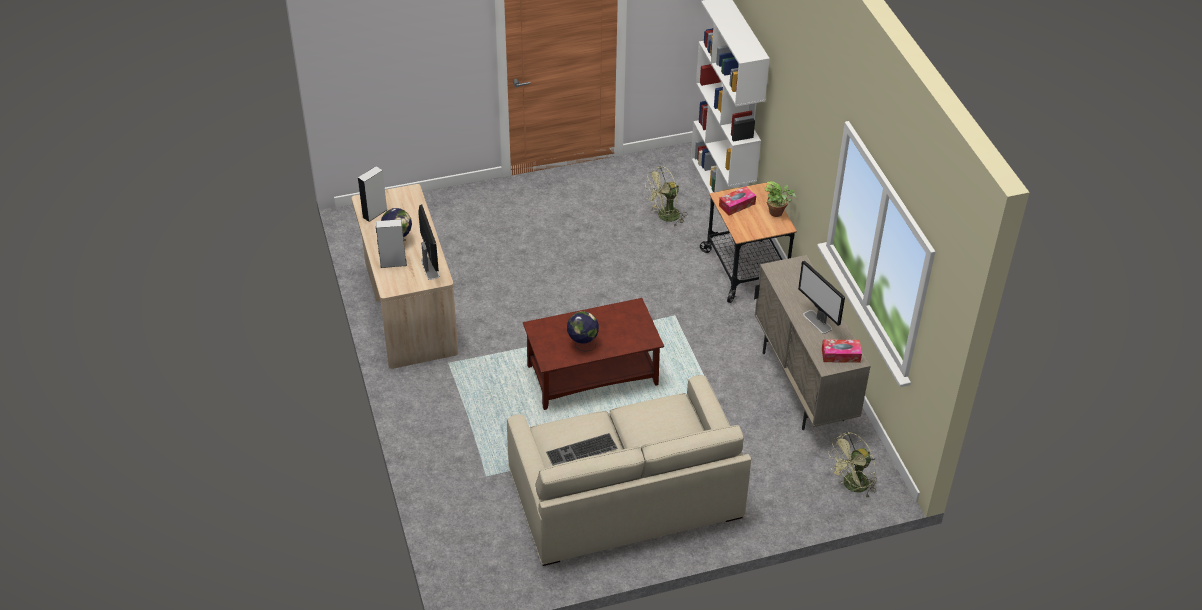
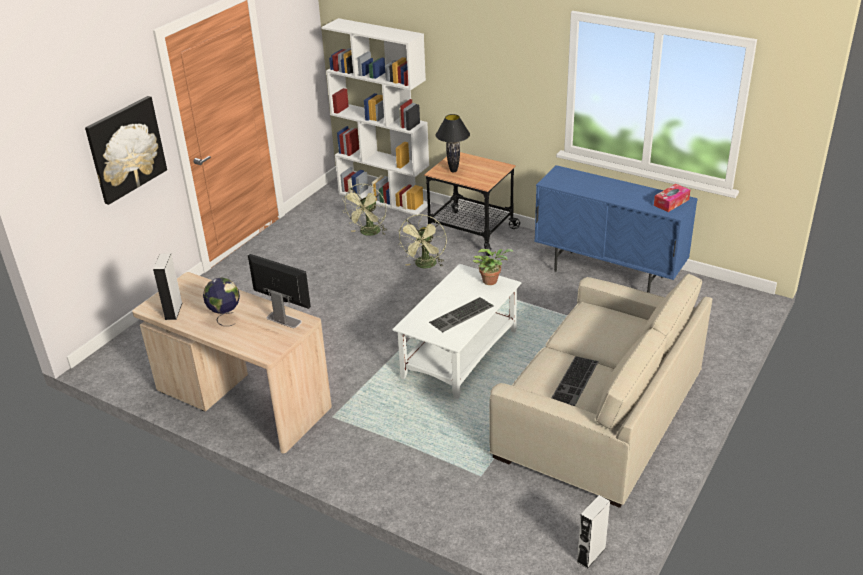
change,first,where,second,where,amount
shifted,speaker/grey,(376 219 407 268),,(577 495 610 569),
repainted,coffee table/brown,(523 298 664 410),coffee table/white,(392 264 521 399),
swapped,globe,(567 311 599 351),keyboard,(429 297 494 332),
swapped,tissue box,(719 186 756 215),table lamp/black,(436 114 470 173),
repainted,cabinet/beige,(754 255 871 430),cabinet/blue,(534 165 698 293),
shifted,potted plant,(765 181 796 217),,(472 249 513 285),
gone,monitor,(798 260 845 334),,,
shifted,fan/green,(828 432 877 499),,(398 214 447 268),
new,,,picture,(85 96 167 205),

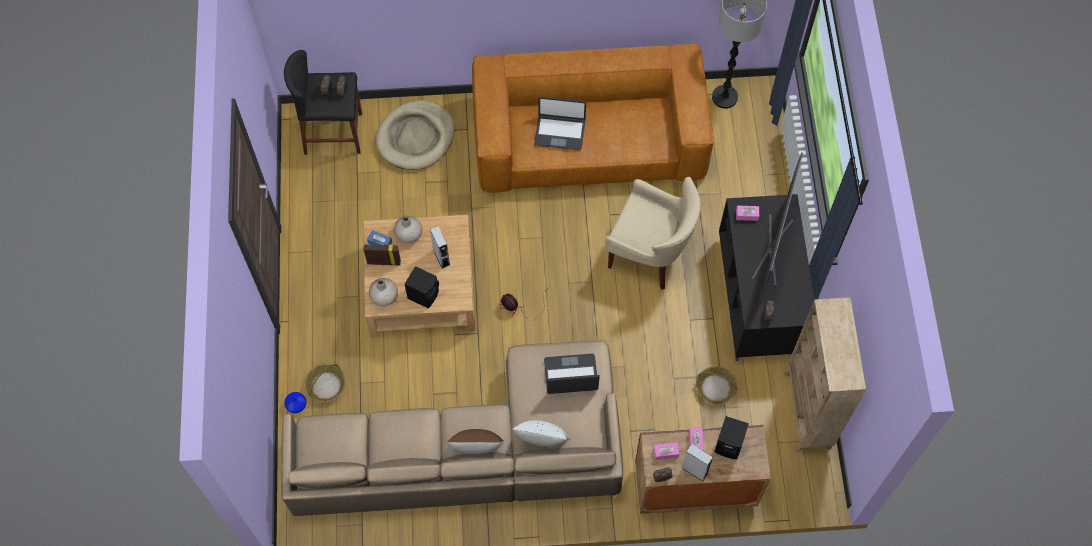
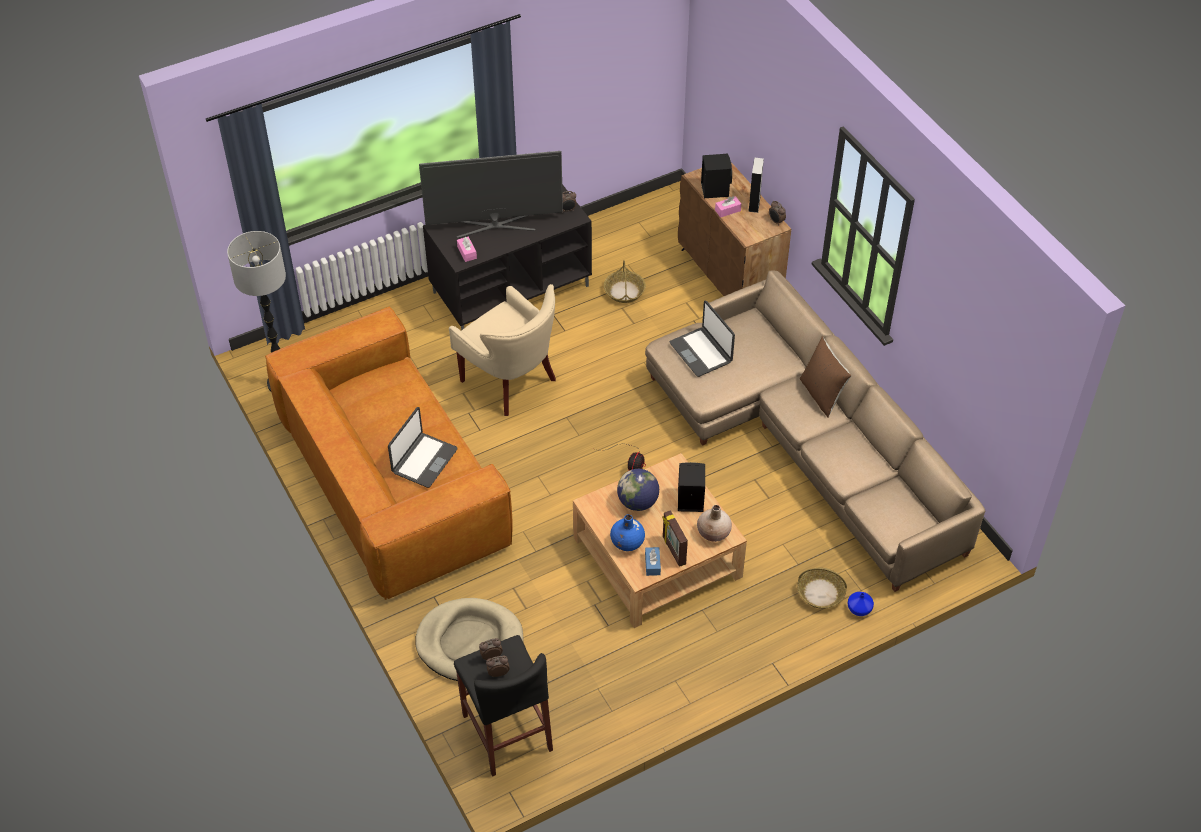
change,first,where,second,where,amount
repainted,vase/beige,(394 216 422 243),vase/blue,(610 514 645 551),
swapped,speaker/grey,(430 226 450 269),globe,(617 469 659 511),
gone,pillow/white,(512 420 570 447),,,
rotated,laptop,(535 97 586 150),,(388 407 457 488),45 degrees clockwise
rotated,armchair/beige,(605 177 701 290),,(449 284 556 416),135 degrees clockwise
gone,tissue box/pink,(653 442 679 460),,,
gone,bookcase/beige,(784 297 866 452),,,

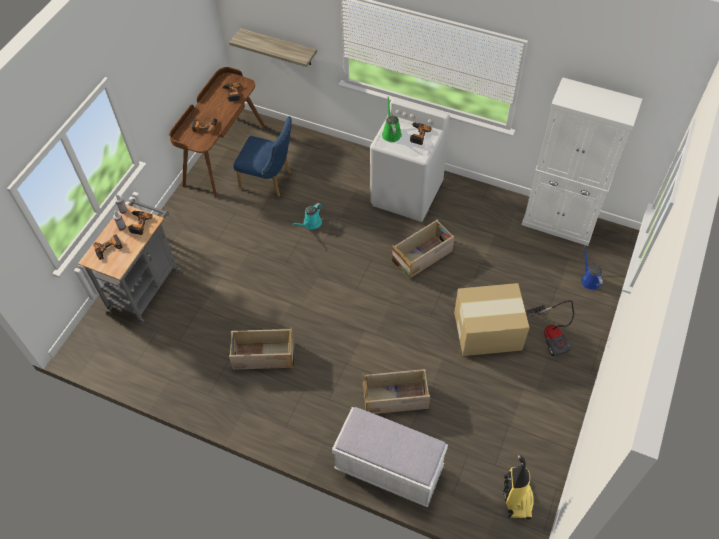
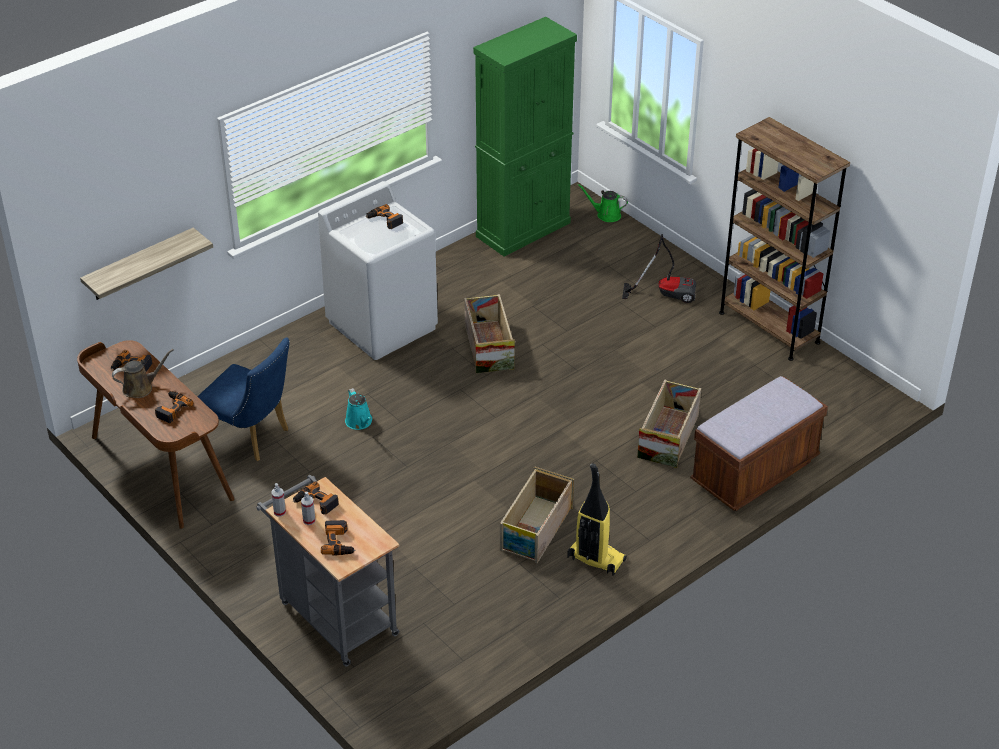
change,first,where,second,where,amount
rotated,chair/blue,(233 116 292 197),,(198 338 290 461),75 degrees clockwise
repainted,bench/white,(332 407 448 508),bench/brown,(690 376 828 511),
shifted,watering can/green,(382 97 402 142),,(578 184 628 222),
gone,cardboard box,(454 283 529 356),,,
shifted,vacuum cleaner,(503 455 534 519),,(567 463 627 576),
repainted,cabinet/white,(522 77 642 246),cabinet/green,(473 17 577 257),
gone,watering can/blue,(581 246 603 290),,,
new,,,watering can/brown,(112 349 174 398),
new,,,bookcase/brown,(719 117 850 361),

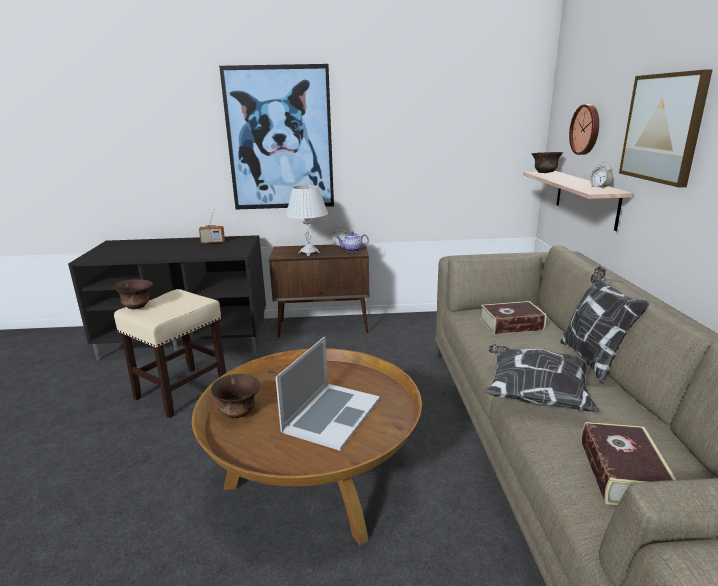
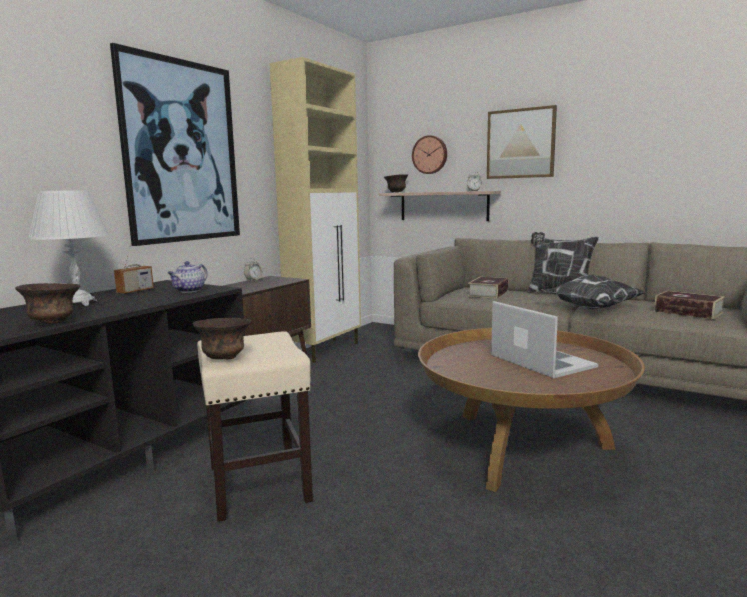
change,first,where,second,where,amount
shifted,bowl/brown,(211 374 260 418),,(15 283 80 324),
shifted,table lamp/white,(286 185 328 256),,(28 190 110 306),
shifted,teapot,(336 231 369 252),,(167 261 208 292),
new,,,cabinet/beige,(270 57 361 363),

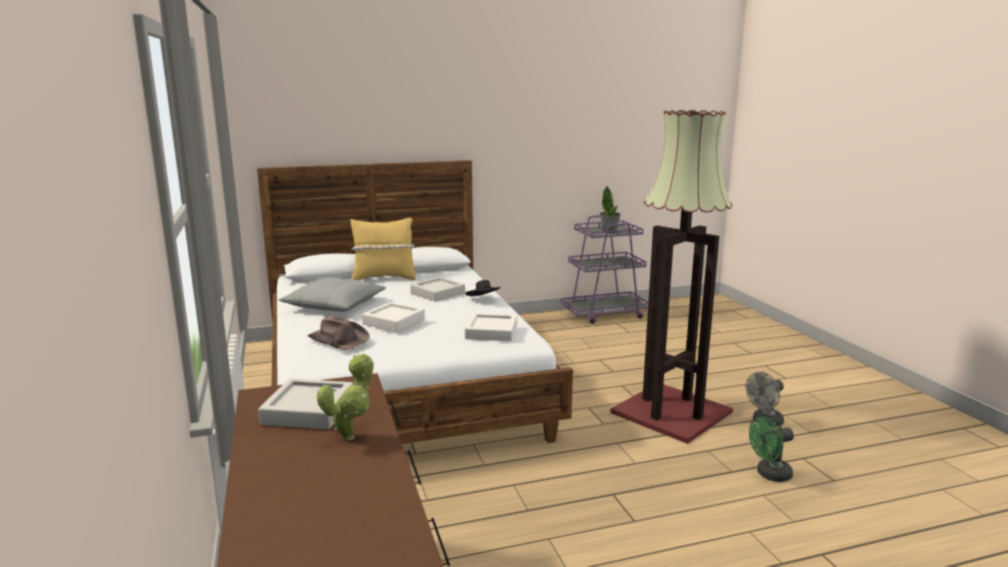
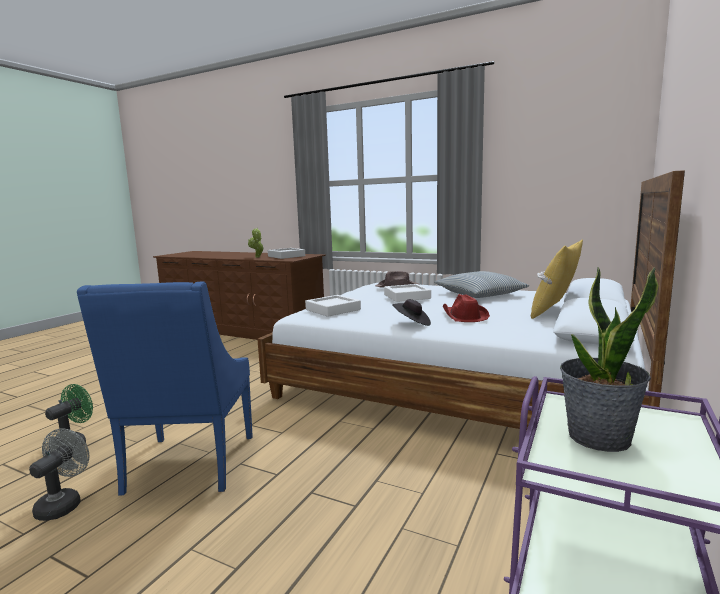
change,first,where,second,where,amount
swapped,tray/grey,(410 277 465 302),hat/red,(443 294 490 322),
swapped,floor lamp,(610 110 733 444),armchair/blue,(77 282 253 496),

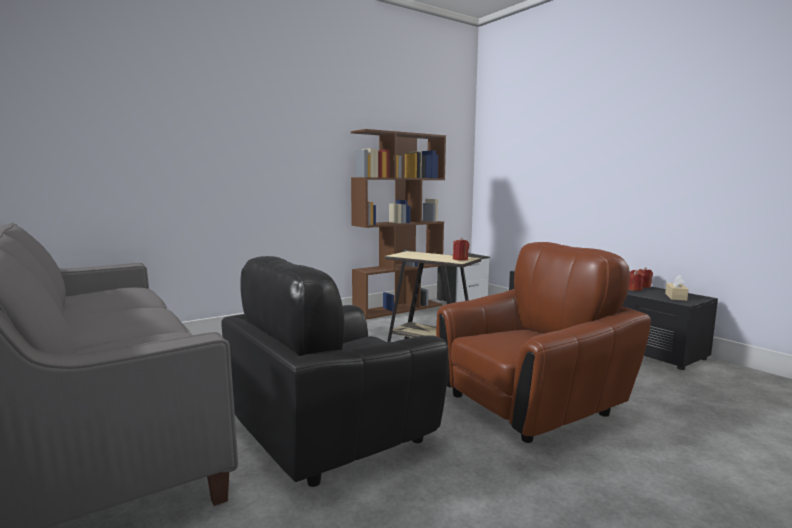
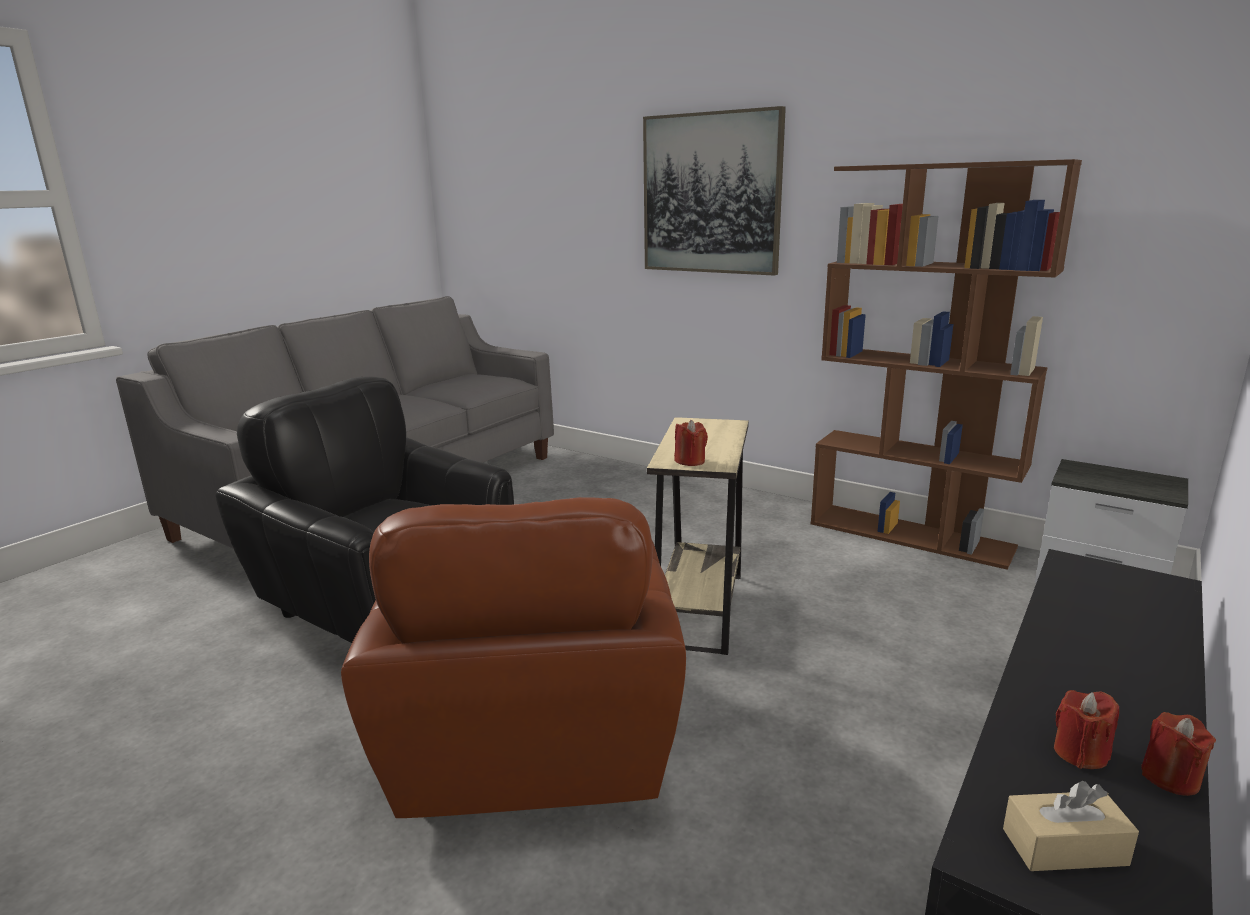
change,first,where,second,where,amount
rotated,armchair/brown,(436 242 651 443),,(341 497 686 818),45 degrees clockwise
new,,,picture,(643 106 786 276),

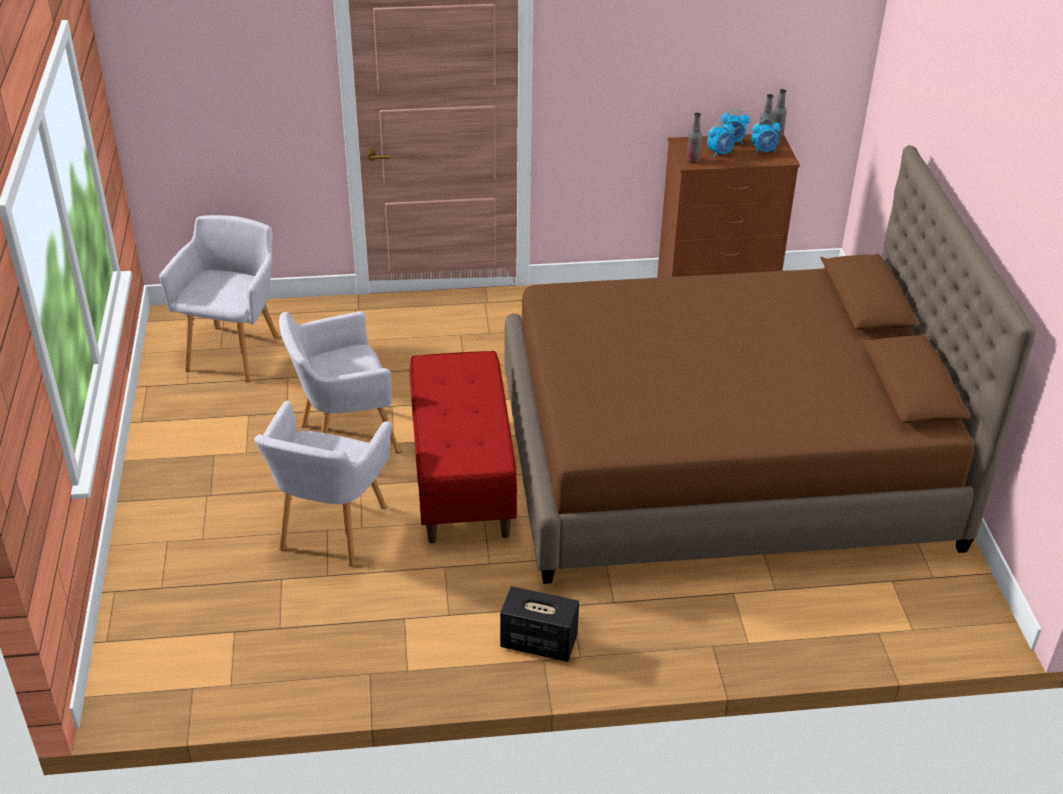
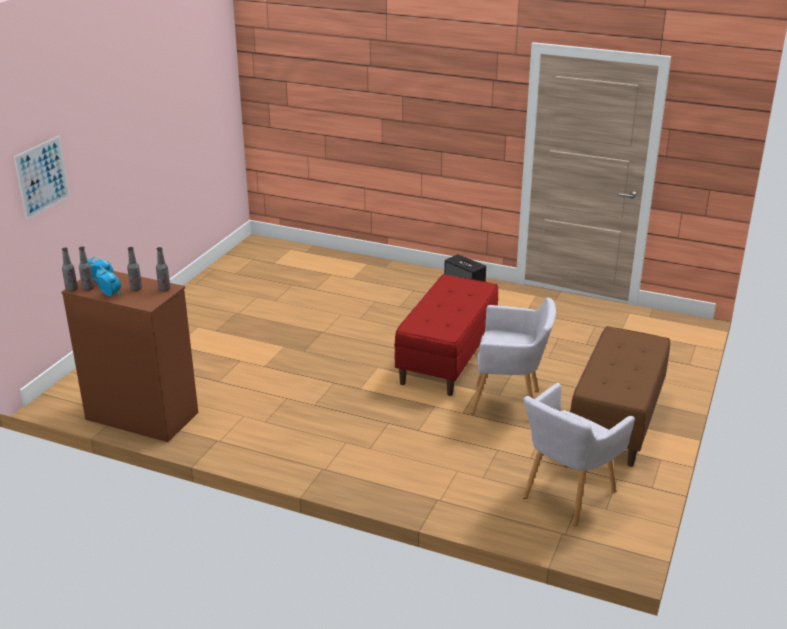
change,first,where,second,where,amount
gone,armchair/grey,(254 401 391 567),,,
gone,bed/brown,(505 145 1036 584),,,
swapped,alarm clock,(707 121 735 158),bottle,(127 247 142 291),
new,,,picture,(14 136 70 220),
new,,,bench/brown,(570 326 670 467),

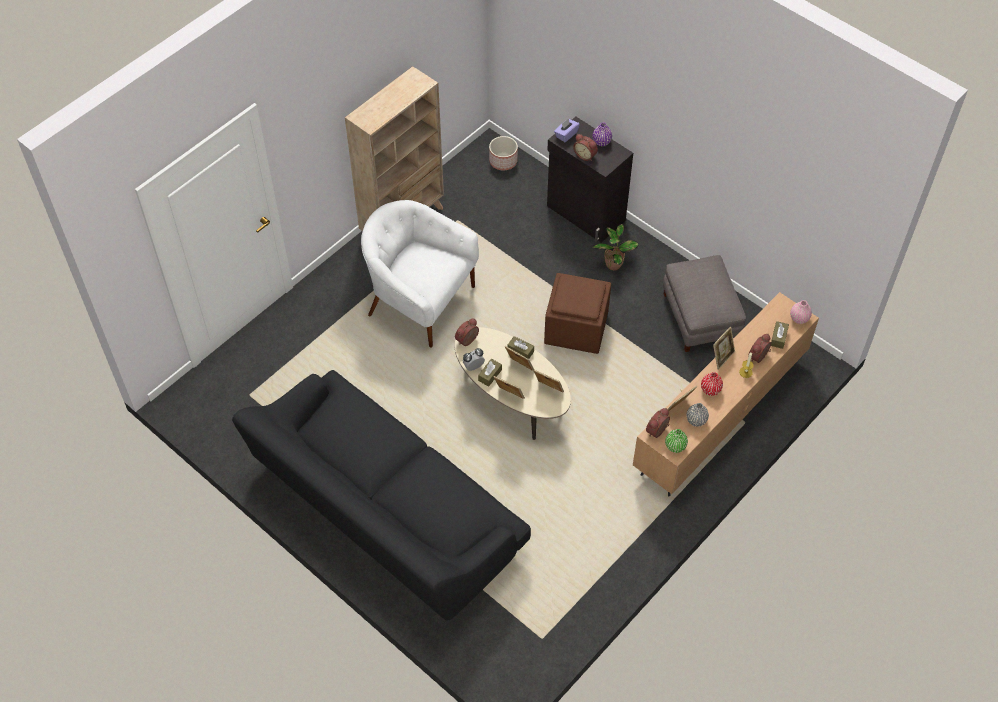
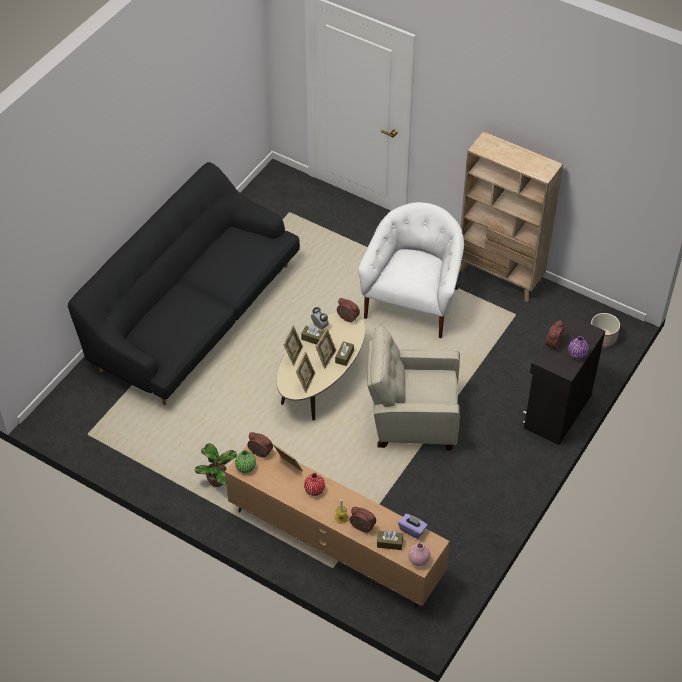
change,first,where,second,where,amount
swapped,ottoman/brown,(544 273 611 354),armchair/beige,(367 326 460 451),
shifted,tissue box/purple,(554 119 580 142),,(398 514 428 539),
shifted,potted plant,(592 224 639 271),,(195 443 237 487),
gone,ottoman/grey,(663 255 746 352),,,
gone,vase/grey,(687 403 709 427),,,
gone,picture frame,(713 327 735 370),,,

